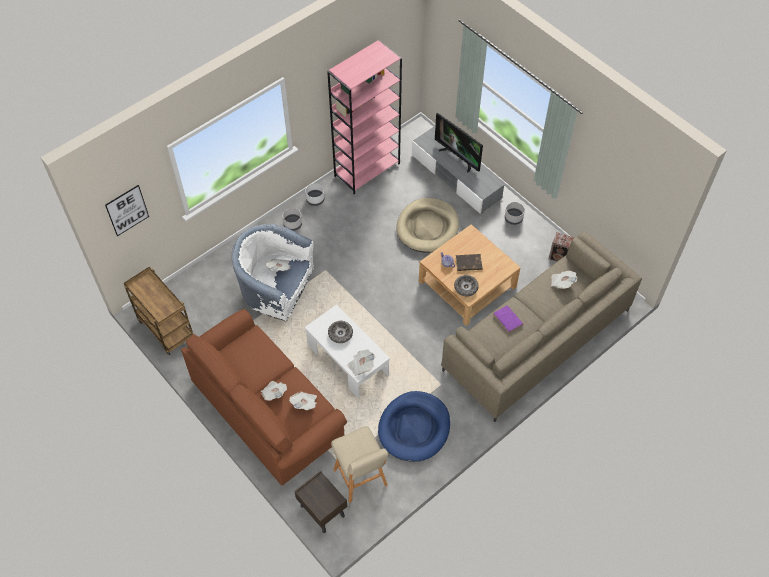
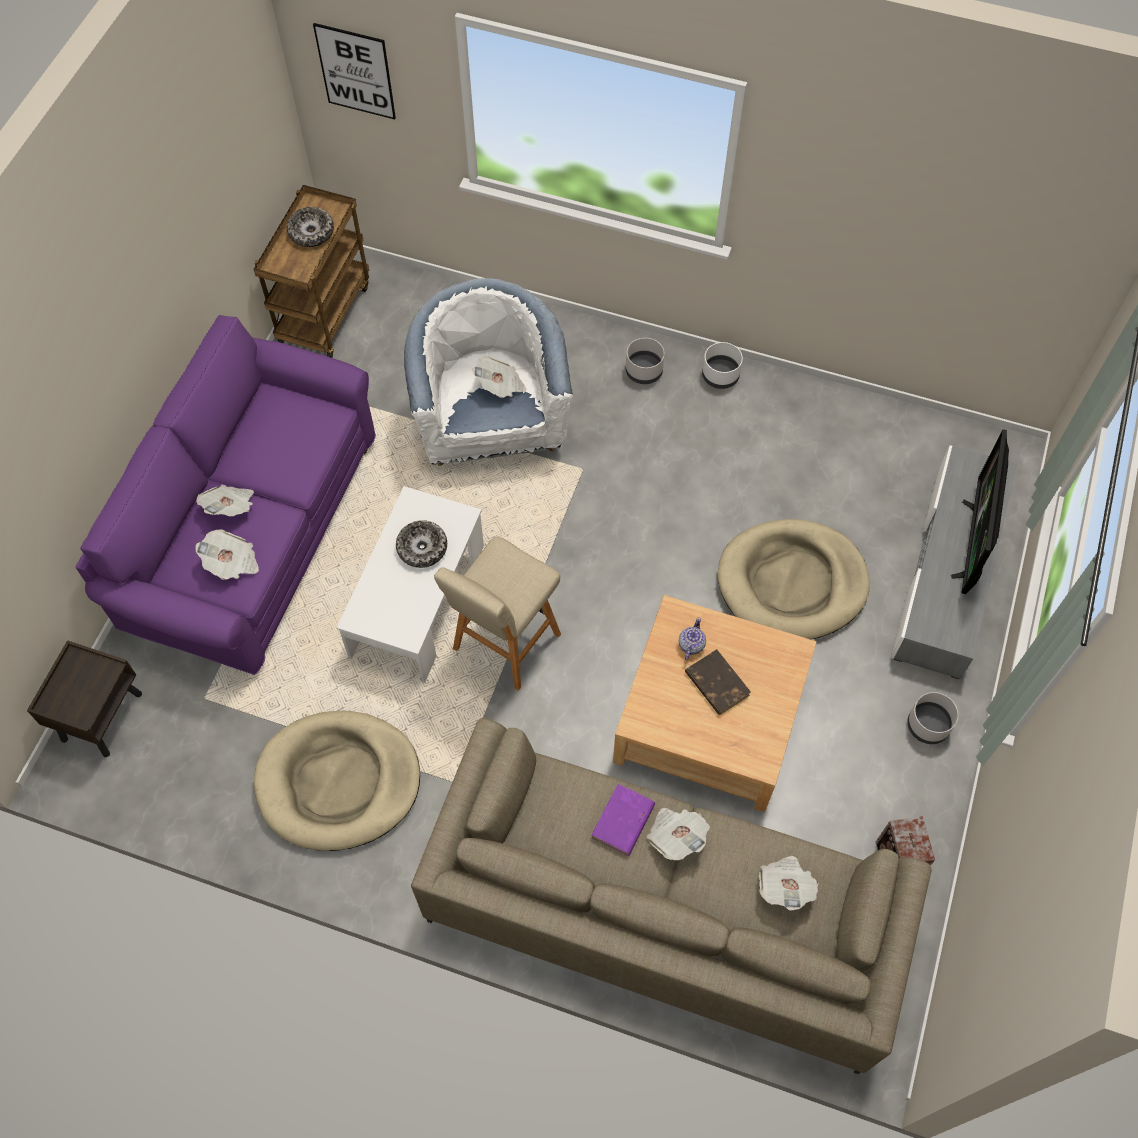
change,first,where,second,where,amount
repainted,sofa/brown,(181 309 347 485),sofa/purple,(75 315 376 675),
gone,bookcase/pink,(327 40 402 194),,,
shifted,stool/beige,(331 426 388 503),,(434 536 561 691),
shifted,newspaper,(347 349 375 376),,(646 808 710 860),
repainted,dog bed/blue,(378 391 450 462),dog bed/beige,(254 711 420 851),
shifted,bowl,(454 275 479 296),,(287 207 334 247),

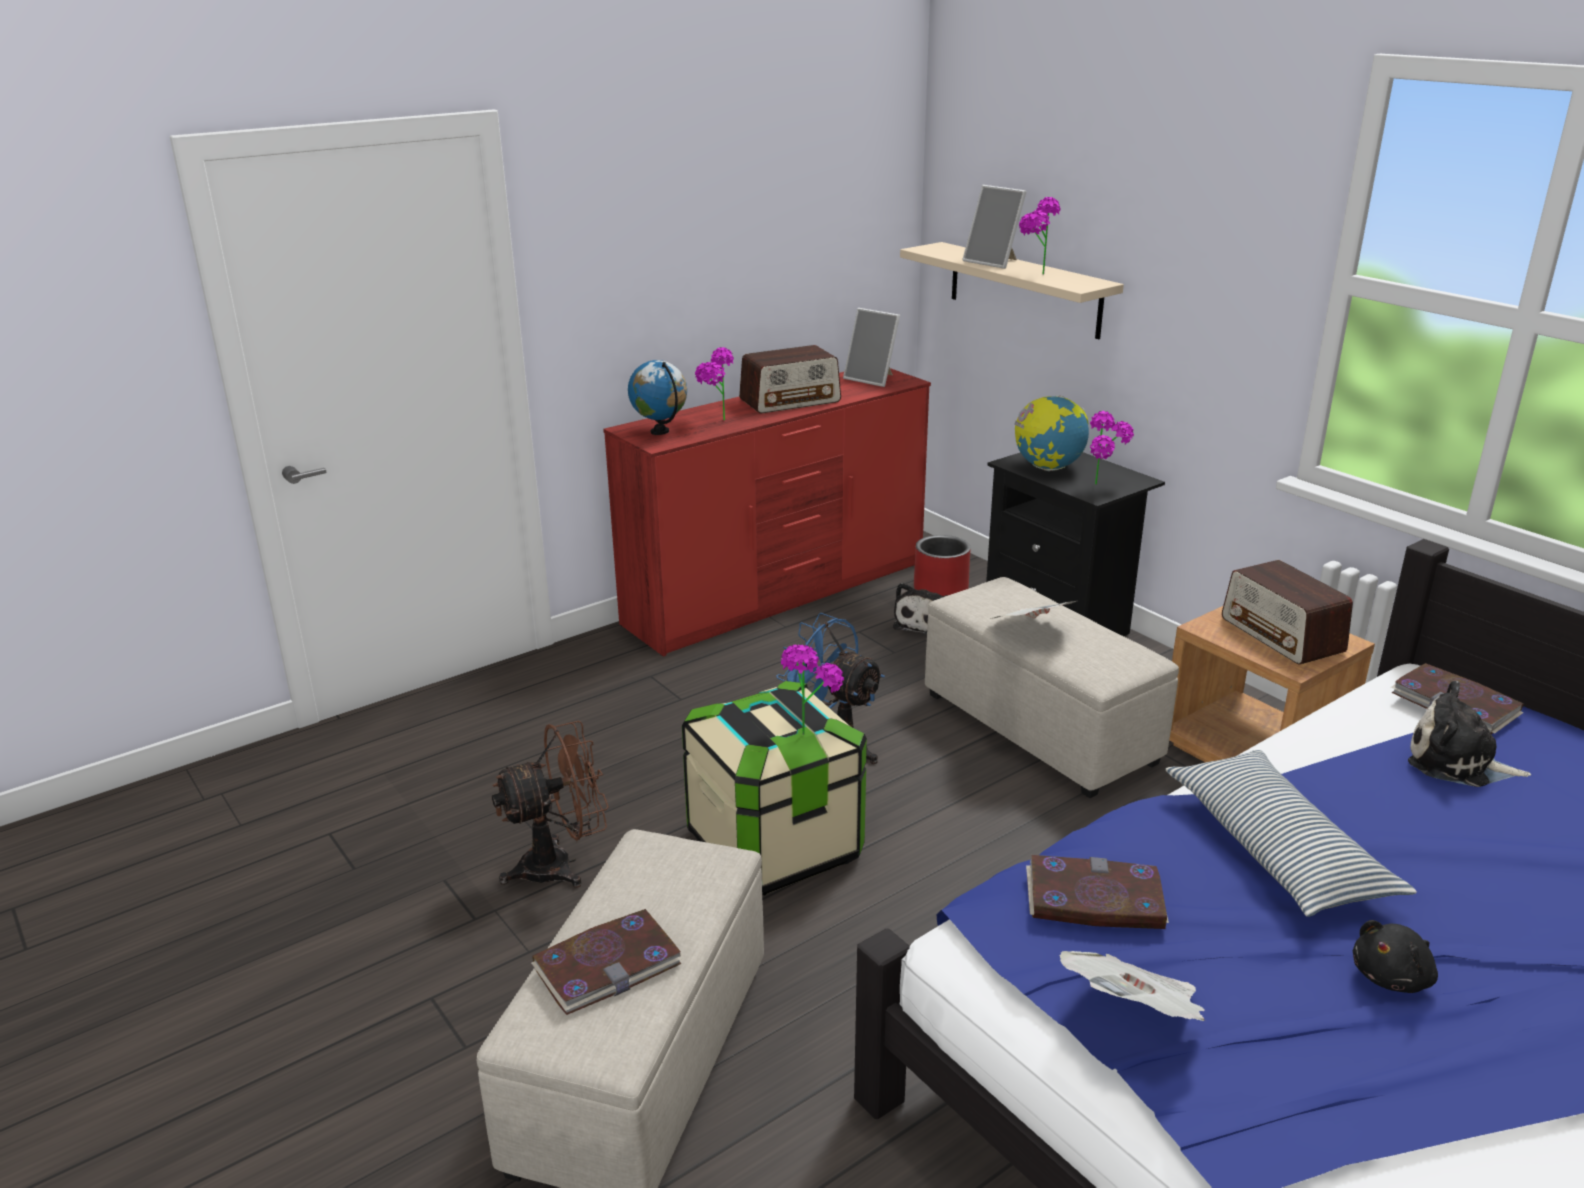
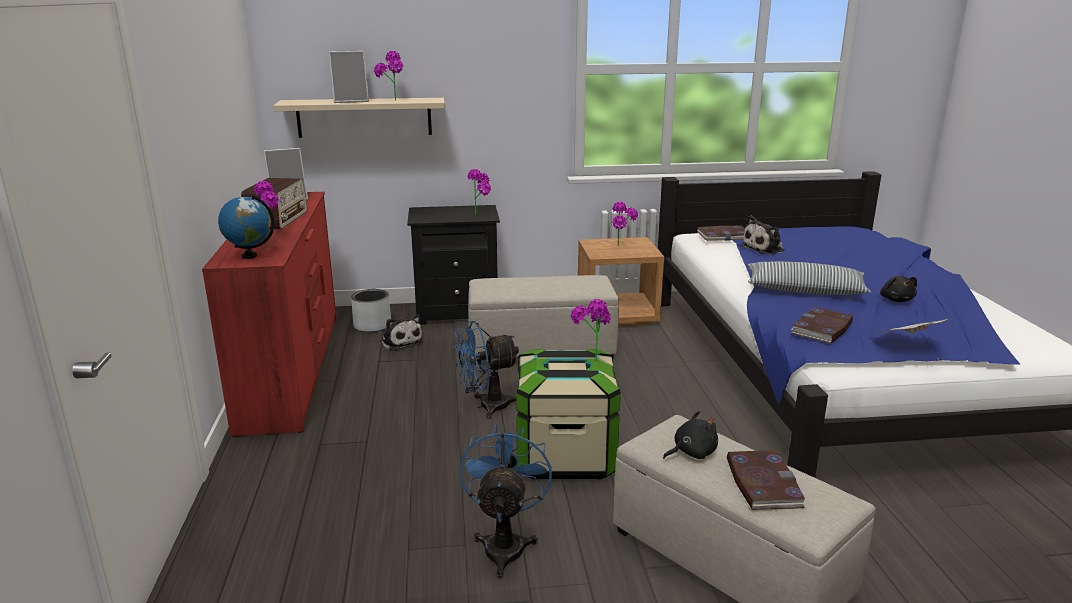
change,first,where,second,where,amount
repainted,fan/brown,(492 721 609 888),fan/blue,(459 424 552 578),
repainted,planter/red,(914 535 971 596),planter/grey,(351 289 391 332),
gone,newspaper,(990 601 1076 619),,,
gone,globe,(1014 395 1089 471),,,
swapped,radio,(1222 560 1353 665),potted plant,(612 202 638 246),
new,,,plush toy/black,(663 411 718 459),

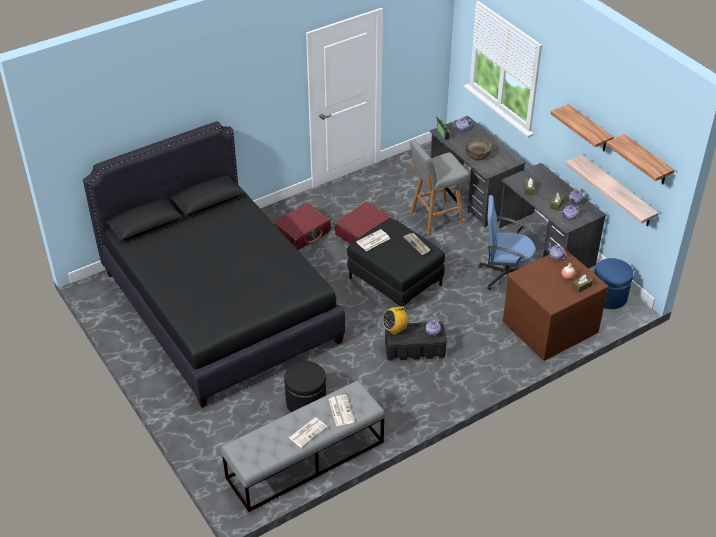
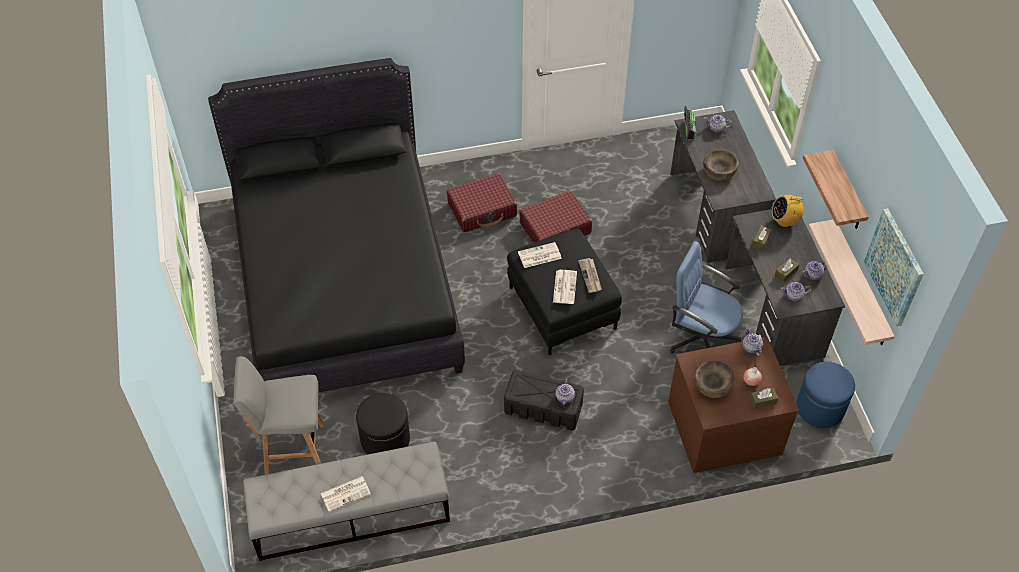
change,first,where,second,where,amount
shifted,newspaper,(328 395 355 426),,(553 270 577 304),
shifted,radio,(382 306 408 334),,(771 195 804 227),
shifted,stool/grey,(410 139 469 235),,(234 356 324 475),
swapped,shelf,(606 134 674 184),picture,(864 208 924 326),
new,,,bowl/brown,(695 361 735 398),

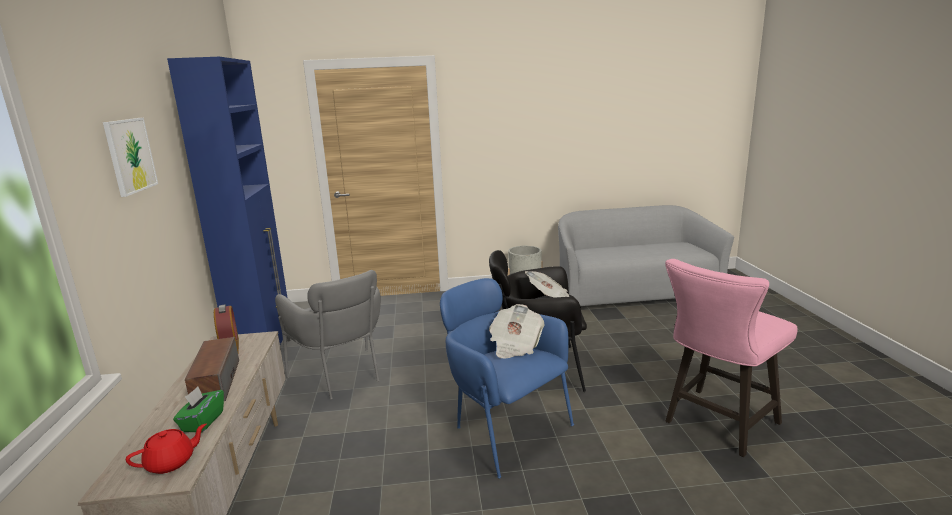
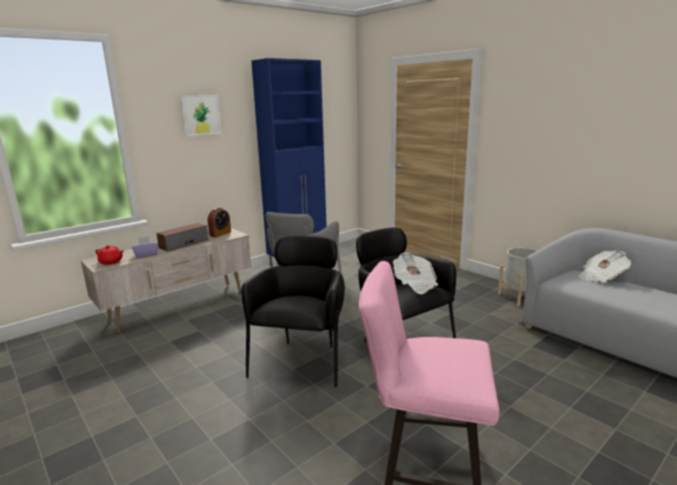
change,first,where,second,where,amount
repainted,tissue box/green,(173 387 224 433),tissue box/purple,(132 236 158 258),
repainted,armchair/blue,(440 278 574 479),armchair/black,(241 236 345 387),
shifted,newspaper,(489 304 545 358),,(578 251 631 283),

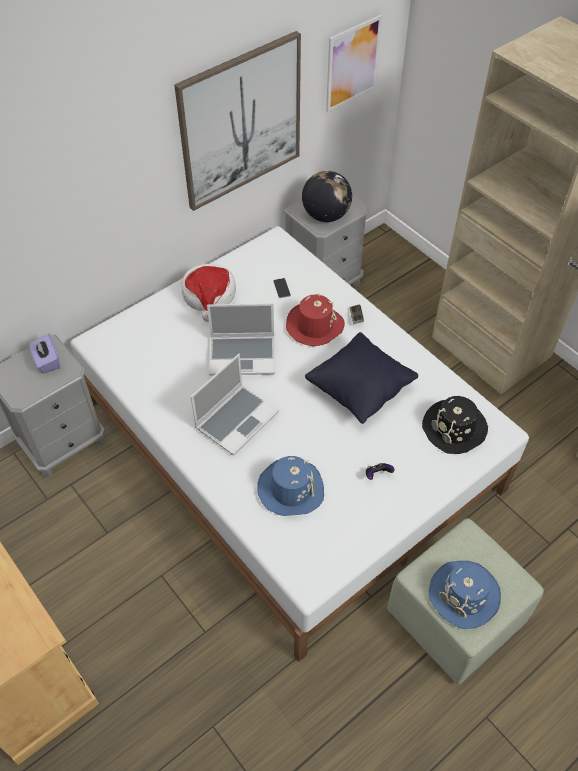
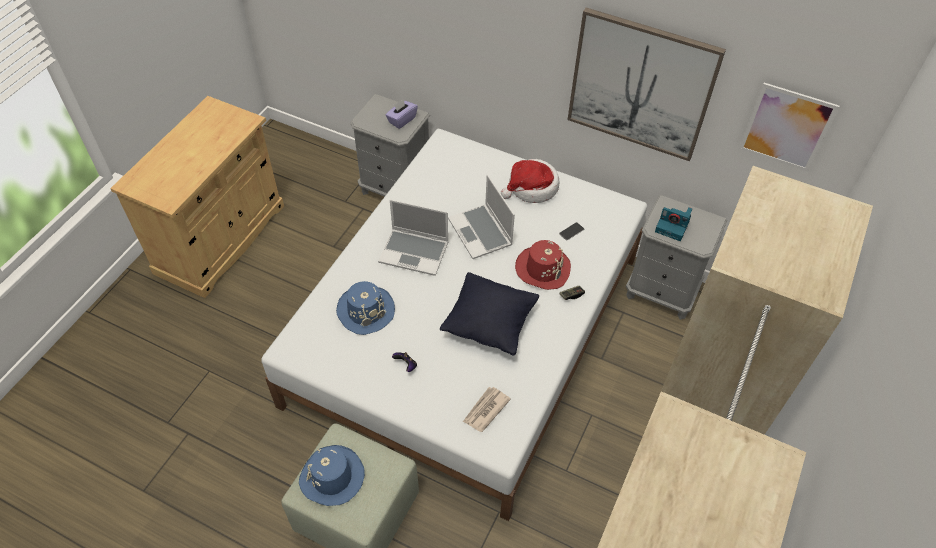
change,first,where,second,where,amount
swapped,globe,(302 171 352 222),photo camera,(655 207 692 241),
swapped,hat/black,(422 396 488 454),newspaper,(463 387 511 432),

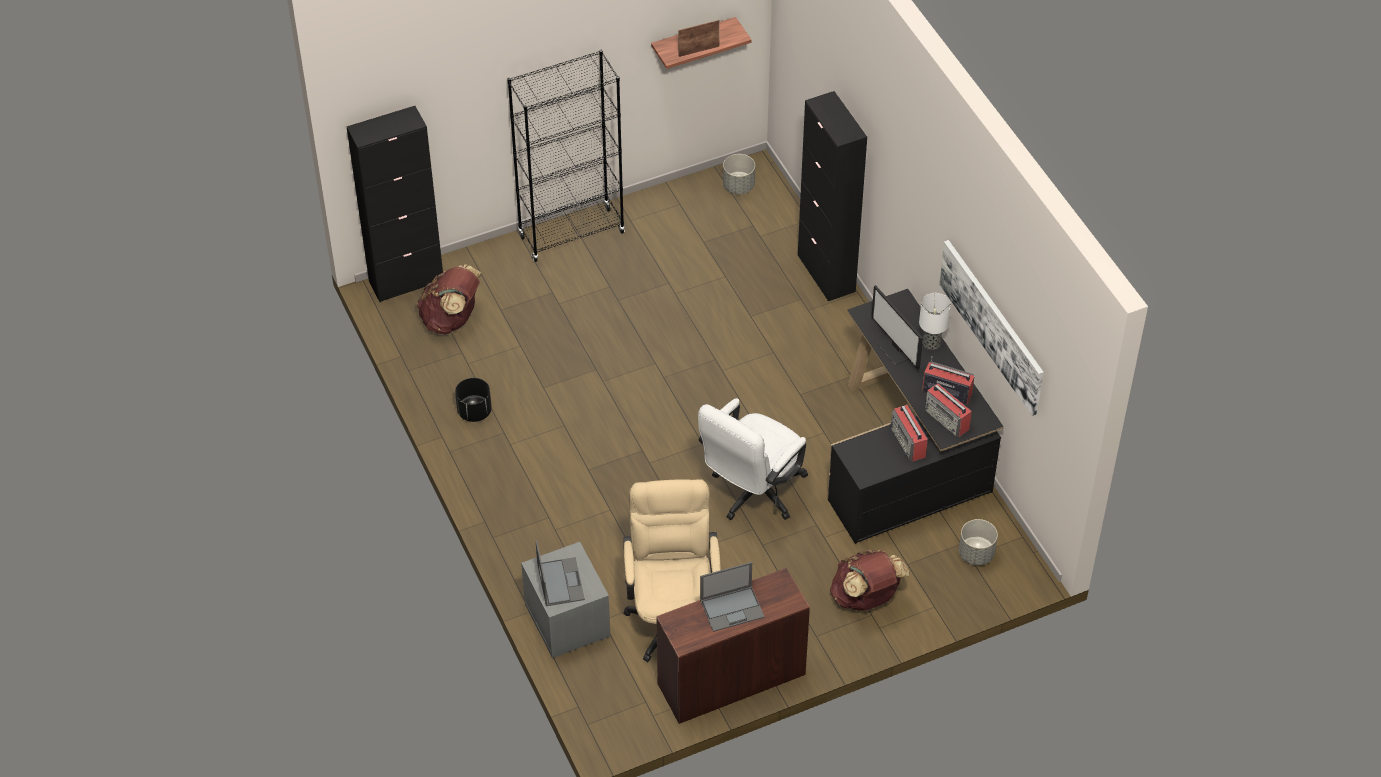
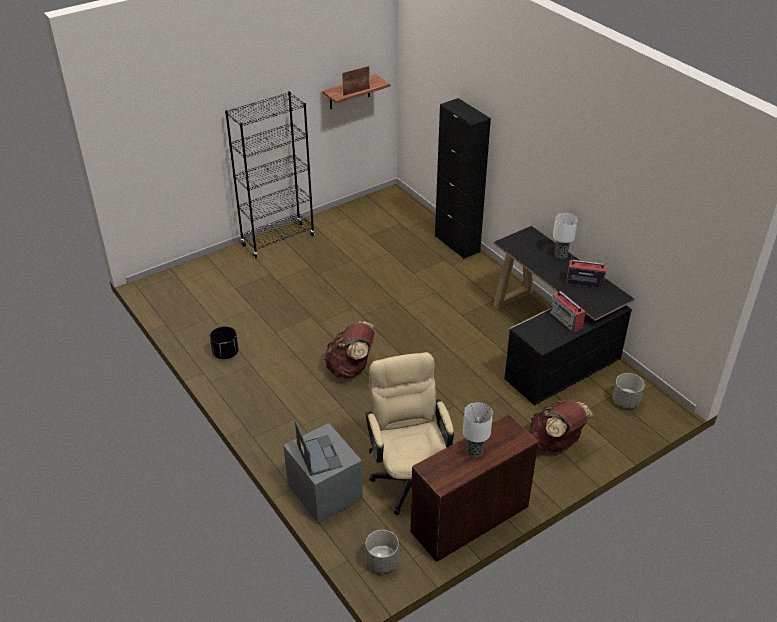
change,first,where,second,where,amount
gone,cabinet/black,(347 106 443 302),,,
shifted,backpack/brown,(416 264 482 334),,(324 321 375 379),
gone,office chair/white,(698 398 808 520),,,
swapped,laptop,(700 562 765 632),table lamp,(463 402 493 458),
shifted,planter/grey,(723 154 755 194),,(365 530 399 573),
gone,monitor,(871 285 923 369),,,
gone,radio,(925 383 972 437),,,
gone,picture,(939 240 1044 416),,,

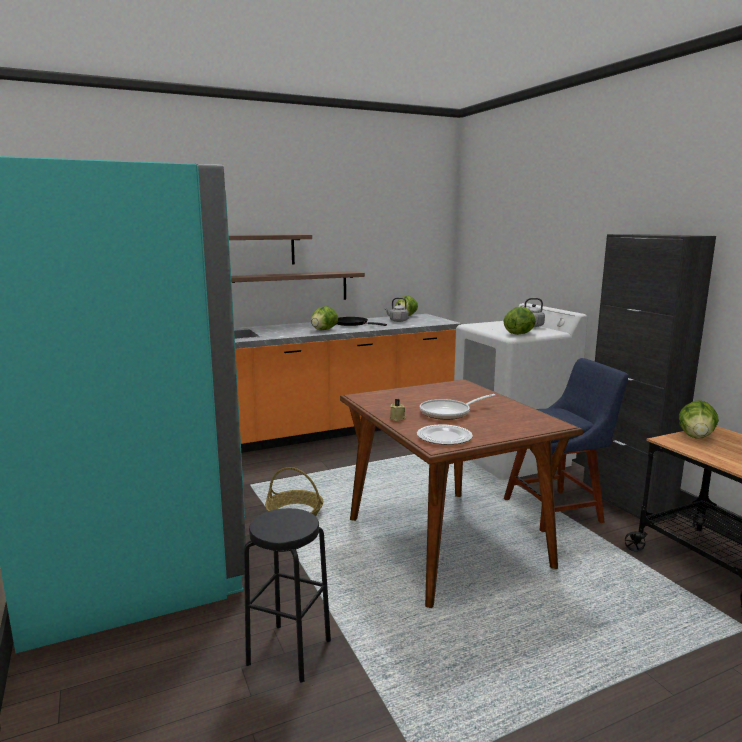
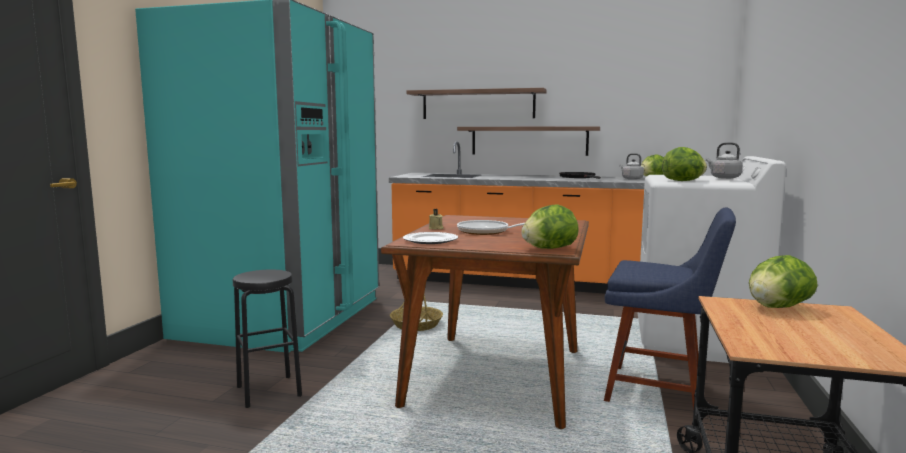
change,first,where,second,where,amount
shifted,lettuce,(311 306 338 330),,(521 205 579 249),
gone,cabinet/black,(582 234 716 523),,,

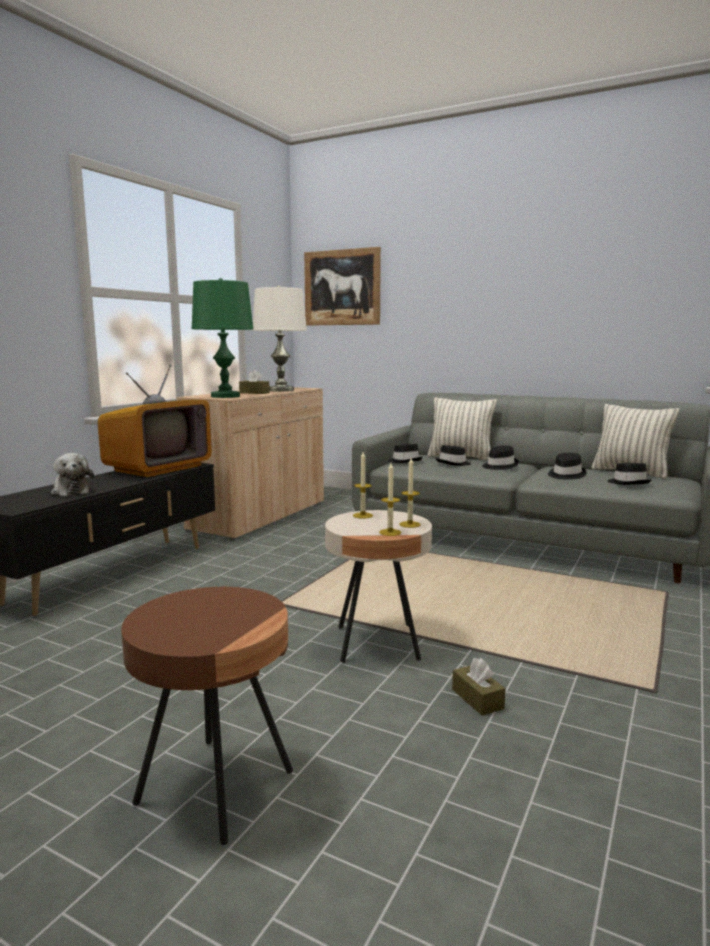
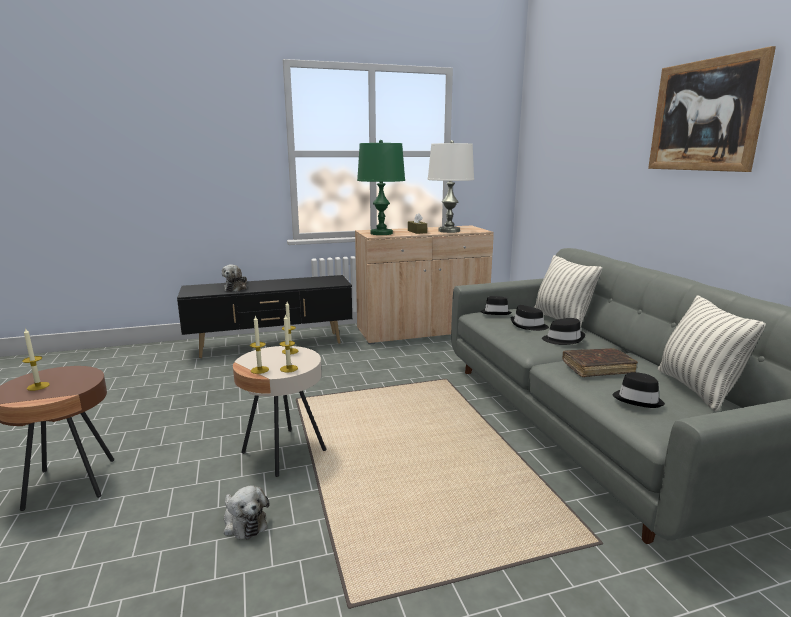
change,first,where,second,where,amount
gone,television,(98 364 212 477),,,
shifted,picture,(304 247 381 326),,(648 46 776 172),
swapped,tissue box/brown,(452 658 506 716),plush toy,(224 485 269 540),
swapped,hat/black,(548 453 587 479),book/brown,(562 348 638 377),
new,,,candle,(22 328 50 391),

